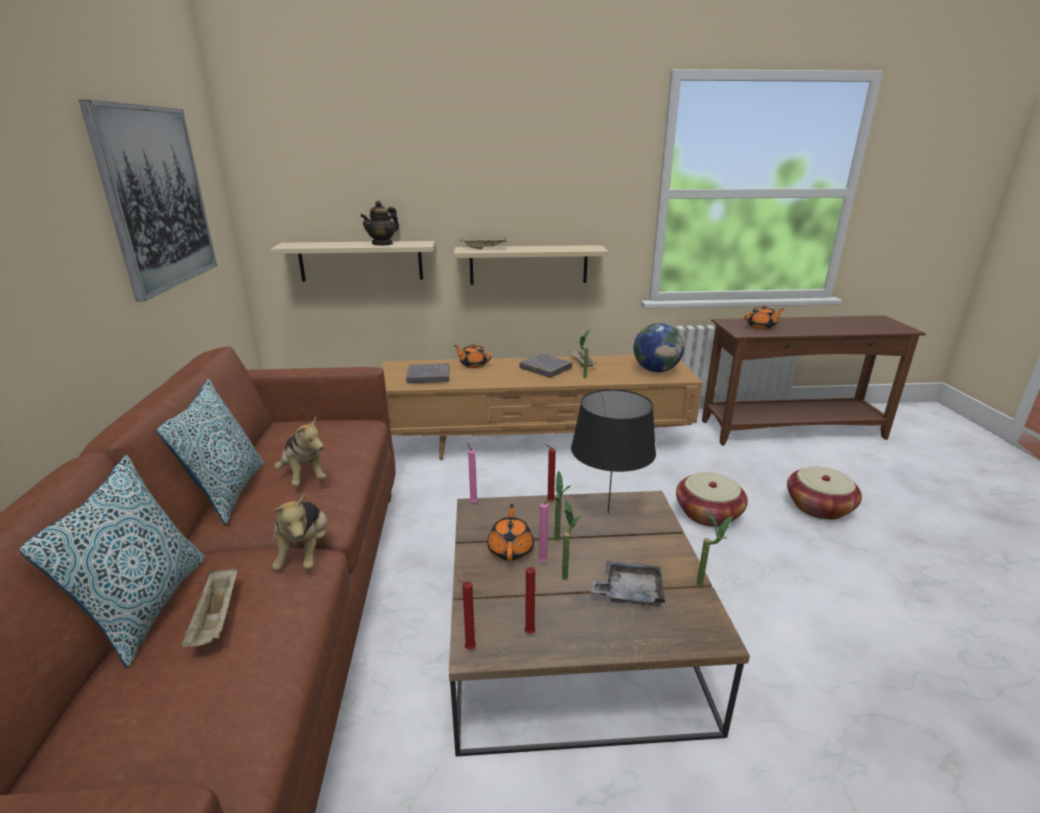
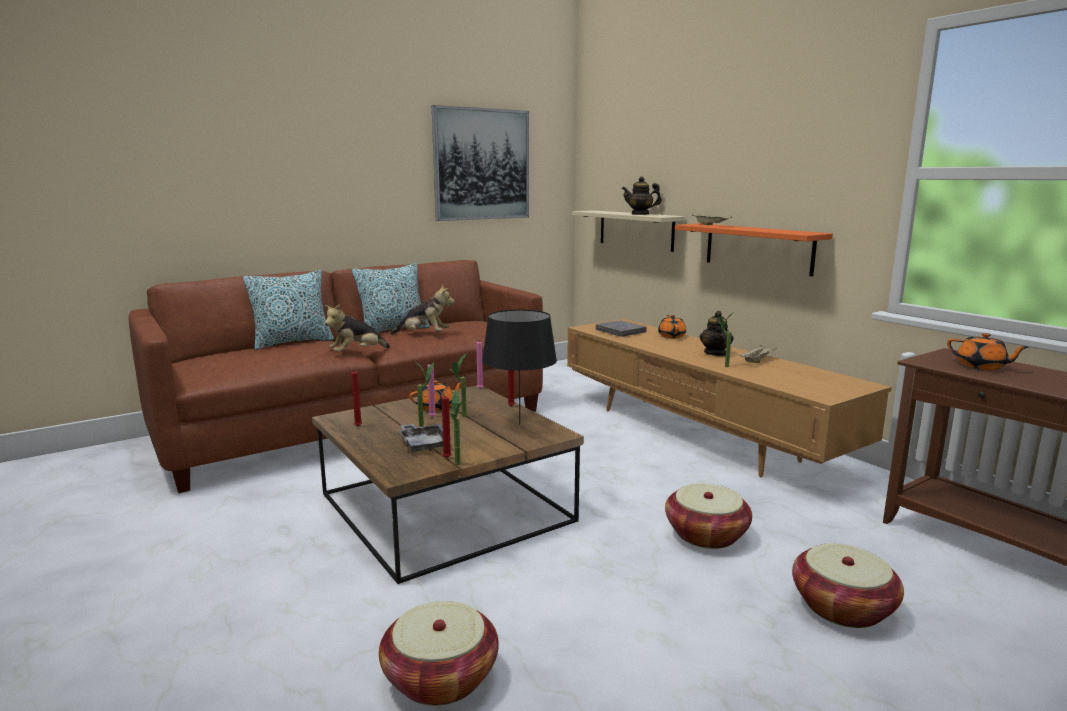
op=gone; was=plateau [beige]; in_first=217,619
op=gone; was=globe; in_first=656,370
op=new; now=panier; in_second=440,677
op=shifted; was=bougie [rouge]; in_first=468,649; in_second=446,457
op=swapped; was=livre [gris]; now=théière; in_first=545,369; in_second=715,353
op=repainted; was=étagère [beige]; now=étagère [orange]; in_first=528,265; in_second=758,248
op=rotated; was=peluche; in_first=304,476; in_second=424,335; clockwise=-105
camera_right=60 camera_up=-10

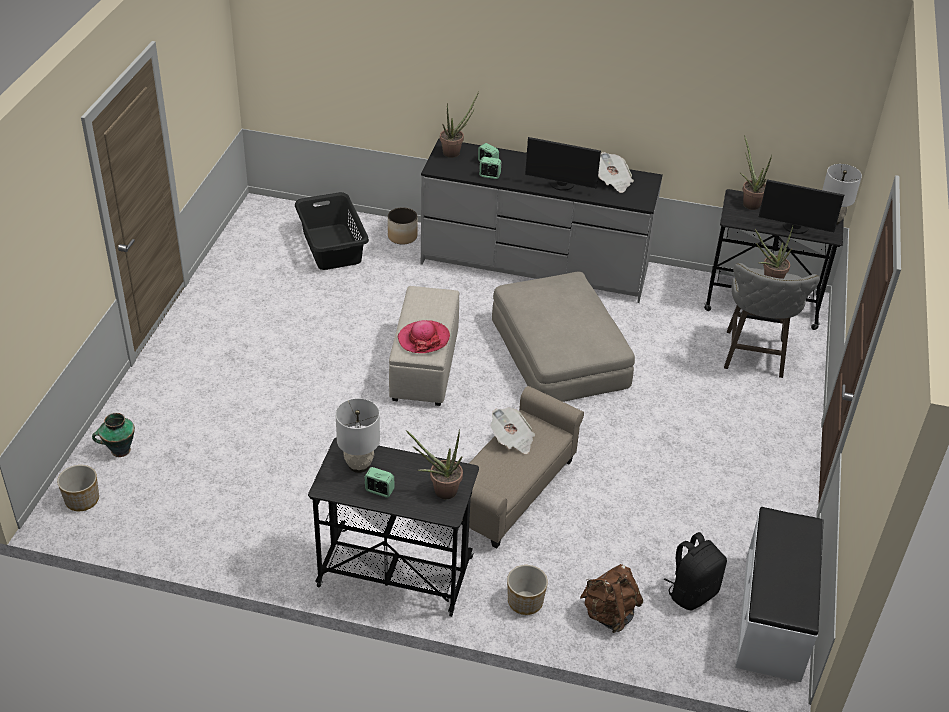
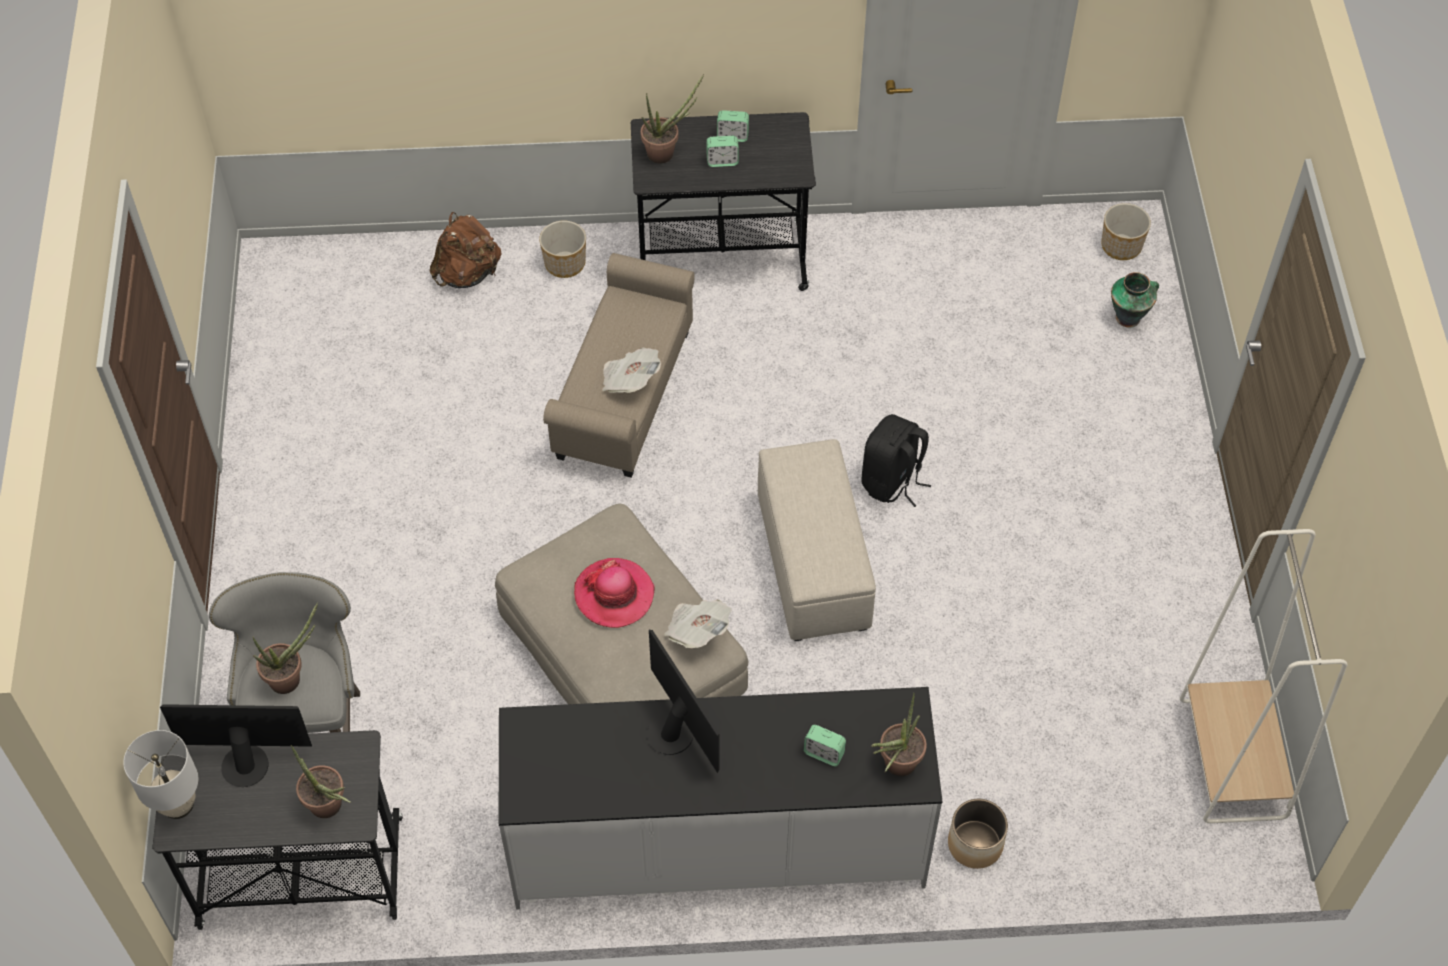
op=gone; was=panier à linge [noir]; in_first=331,247
op=gone; was=lampe de table [blanc]; in_first=359,464
op=gone; was=banc [blanc]; in_first=773,617
op=new; now=portant; in_second=1232,759
op=shifted; was=chapeau; in_first=423,339; in_second=614,595
op=shifted; was=réveil; in_first=489,176; in_second=722,161
op=shifted; was=journal; in_first=613,181; in_second=697,630
op=shifted; was=sac à dos [noir]; in_first=692,592; in_second=892,481
op=rotated; was=écran d'ordinateur; in_first=561,185; in_second=675,731; clockwise=60
camera_right=165 camera_up=15

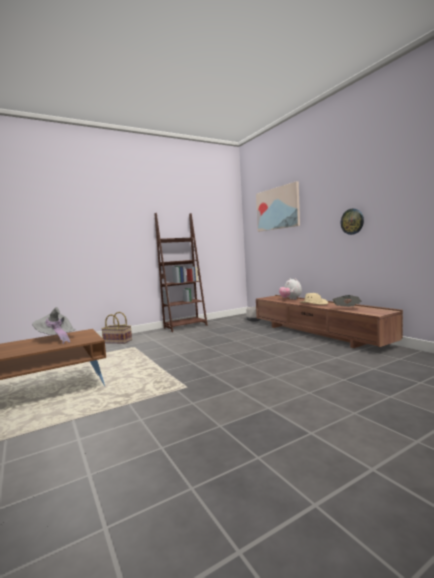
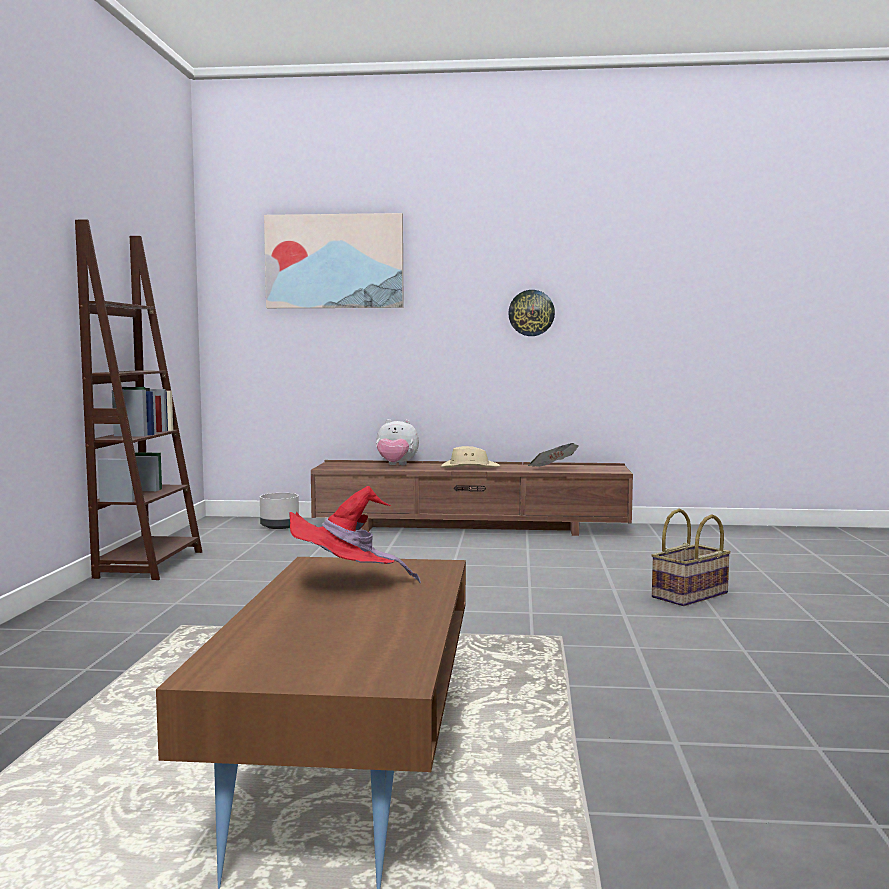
op=shifted; was=panier; in_first=117,341; in_second=690,596
op=repainted; was=chapeau [gris]; now=chapeau [rouge]; in_first=56,339; in_second=346,585
camera_right=-55 camera_up=0

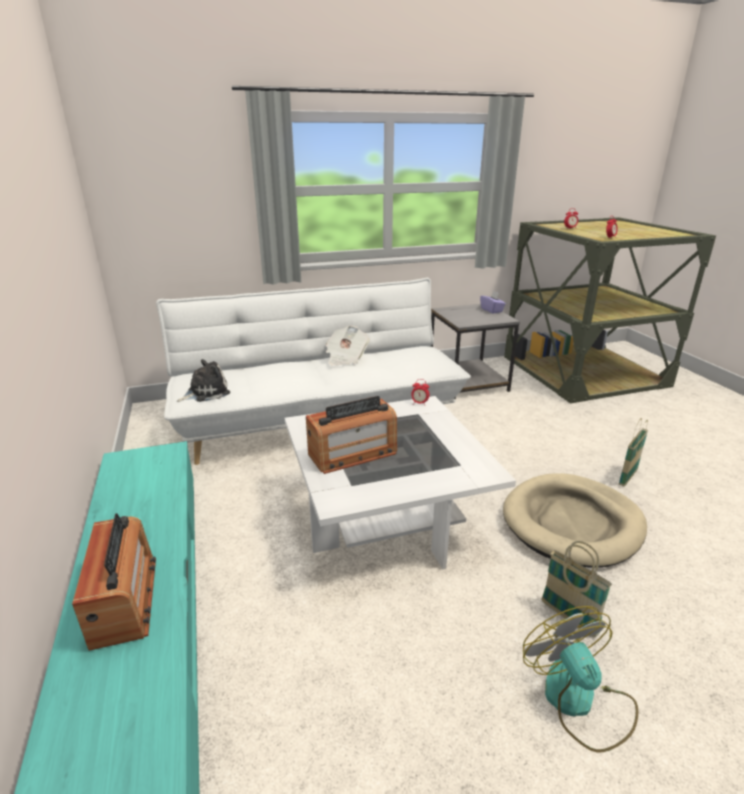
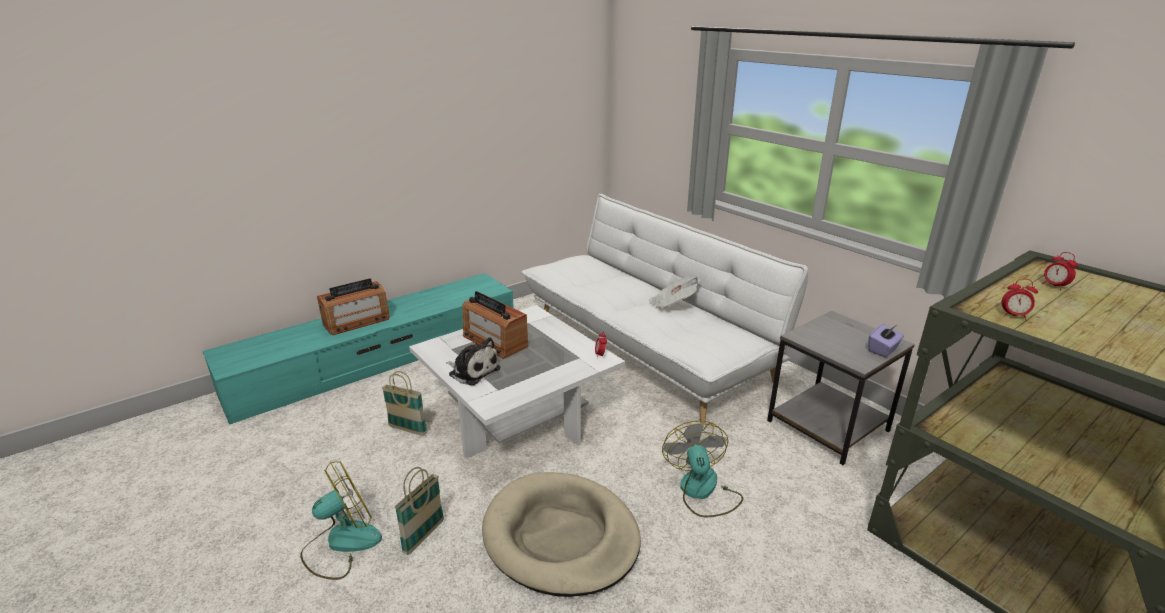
op=new; now=ventilateur; in_second=702,491
op=shifted; was=peluche; in_first=206,392; in_second=472,371
op=shifted; was=panier; in_first=627,477; in_second=408,430
camera_right=70 camera_up=0

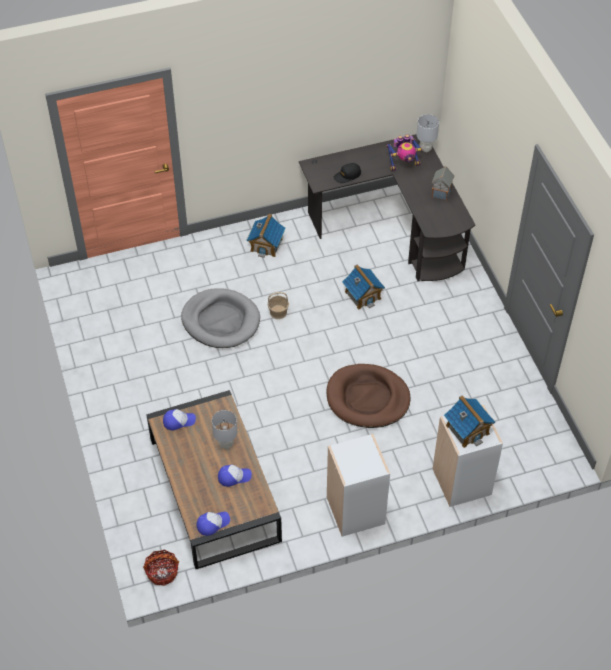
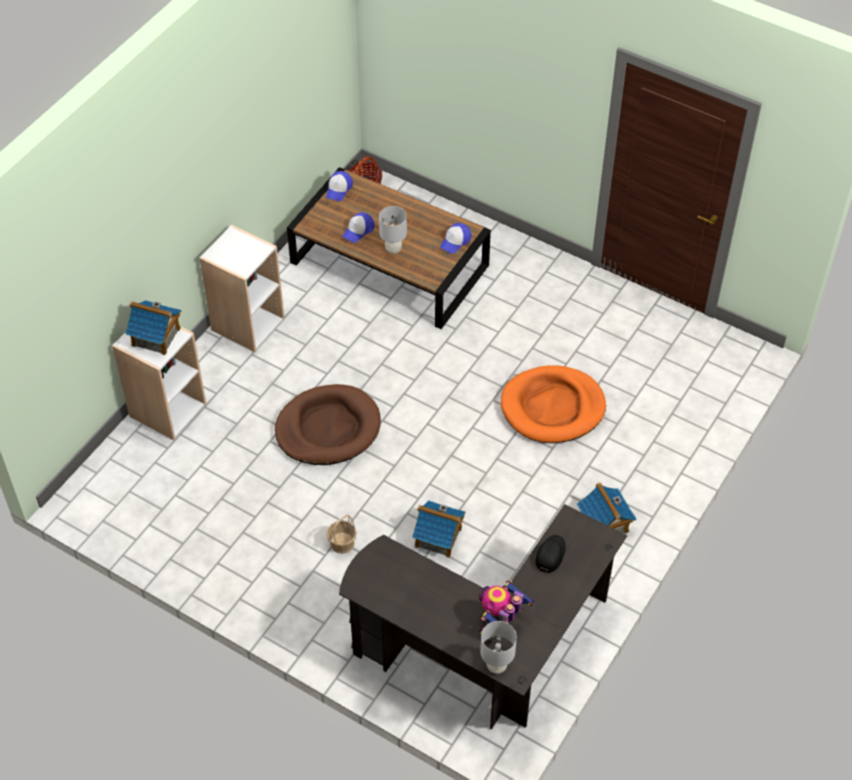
op=gone; was=maison miniature; in_first=441,193
op=shifted; was=panier; in_first=278,312; in_second=342,543
op=repainted; was=panier pour chien [gris]; now=panier pour chien [orange]; in_first=221,321; in_second=552,407
camera_right=140 camera_up=0

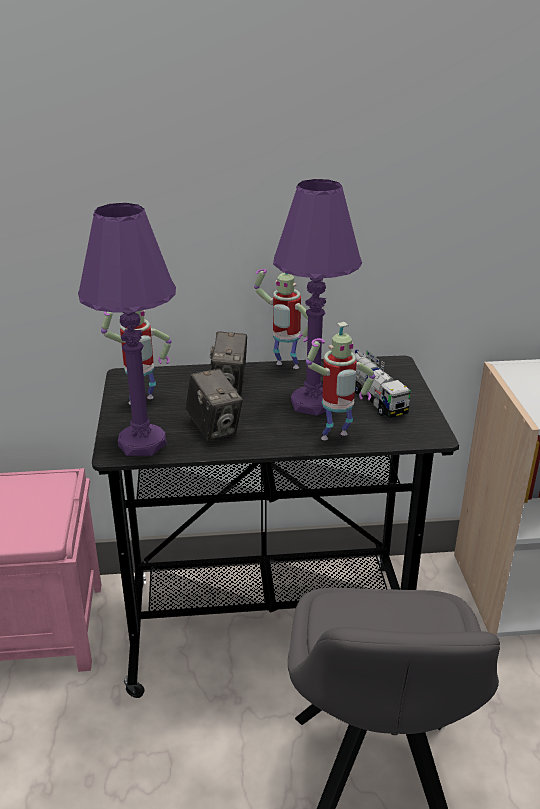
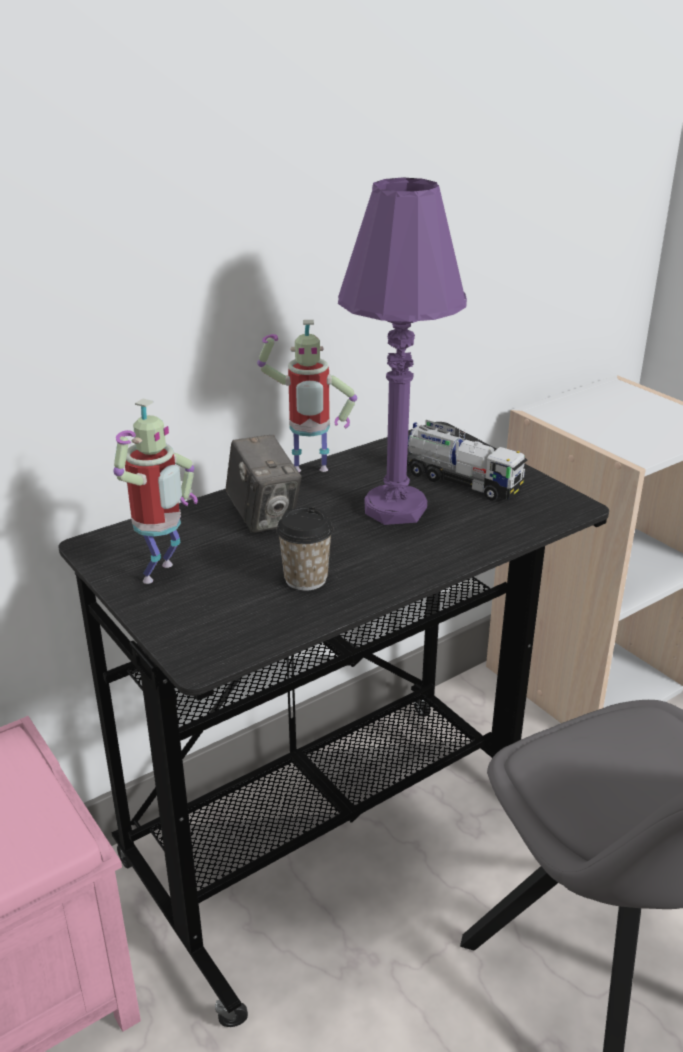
op=gone; was=lampe de table [violet]; in_first=142,443
op=gone; was=robot jouet; in_first=335,438
op=swapped; was=appareil photo; now=tasse; in_first=214,428; in_second=306,579
camera_right=-30 camera_up=0

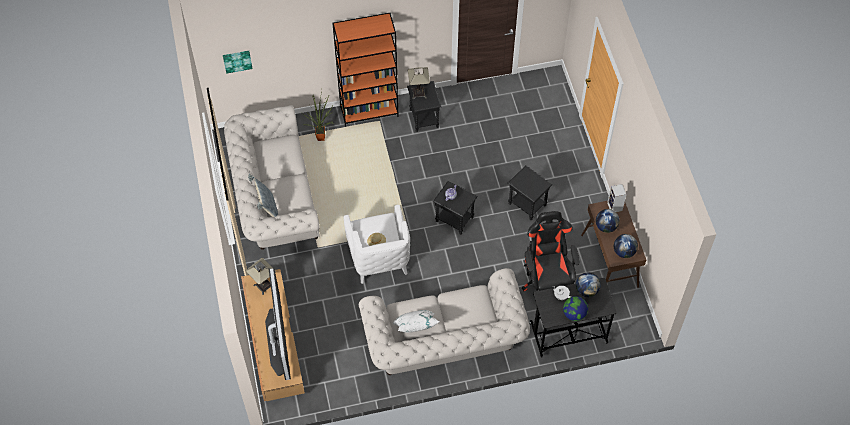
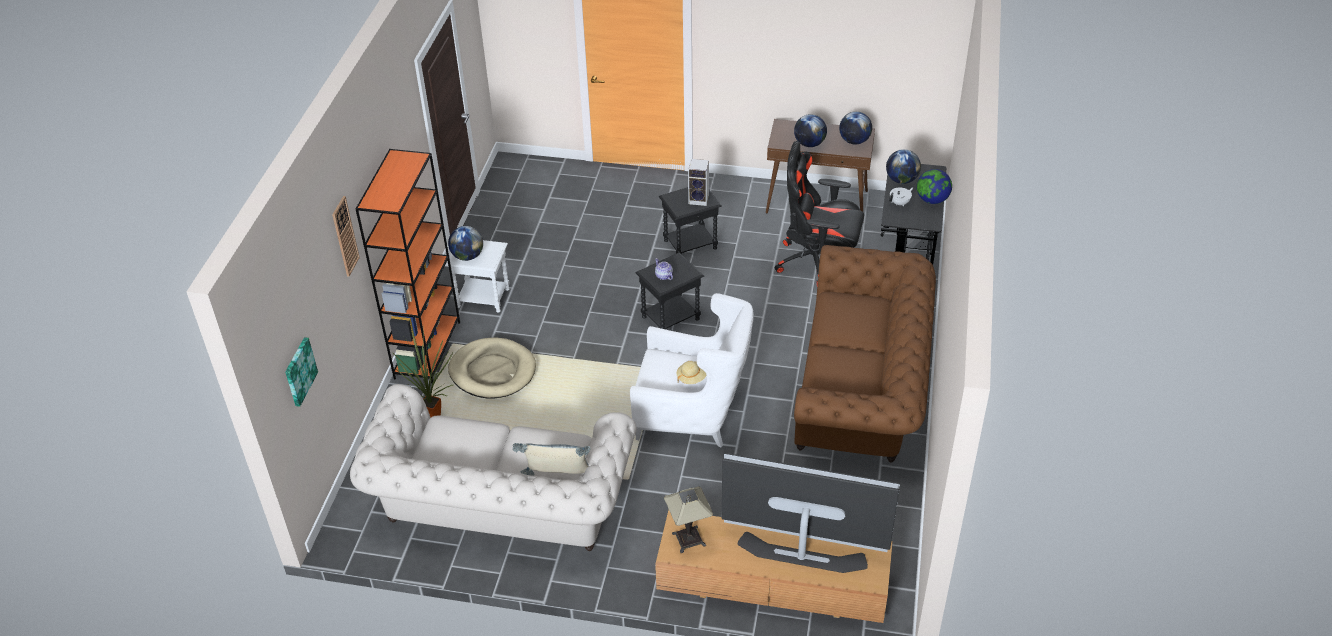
op=gone; was=coussin [blanc]; in_first=416,328
op=new; now=horloge murale; in_second=345,236
op=new; now=panier pour chien [beige]; in_second=492,371
op=shifted; was=enceinte; in_first=615,207; in_second=699,199
op=swapped; was=lampe de table; now=globe; in_first=418,93; in_second=467,256
op=repainted; was=canapé [blanc]; now=canapé [marron]; in_first=444,342; in_second=863,387
op=repainted; was=table d'appoint [noir]; now=table d'appoint [blanc]; in_first=423,118; in_second=482,298
camera_right=-65 camera_up=-15

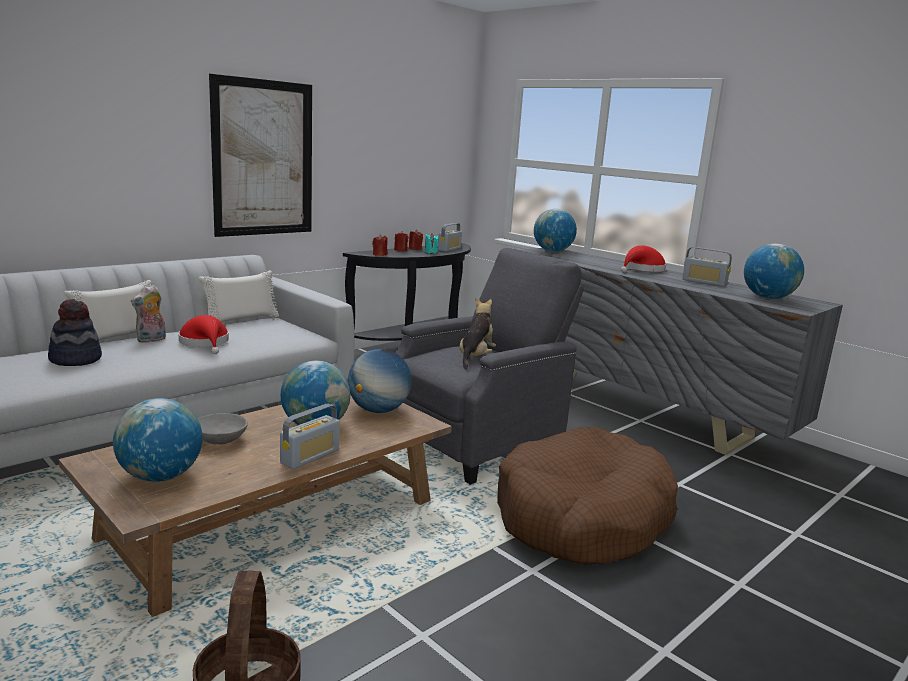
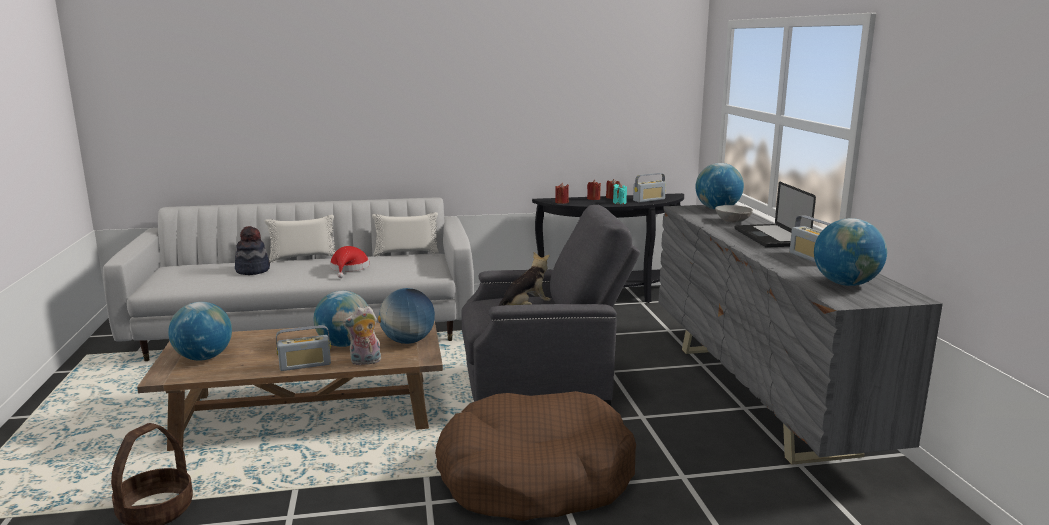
op=gone; was=tableau; in_first=263,159
op=shifted; was=peluche; in_first=151,340; in_second=365,362
op=shifted; was=bol [gris]; in_first=220,440; in_second=732,221
op=swapped; was=chapeau [rouge]; now=ordinateur portable; in_first=642,270; in_second=770,237
camera_right=35 camera_up=0

